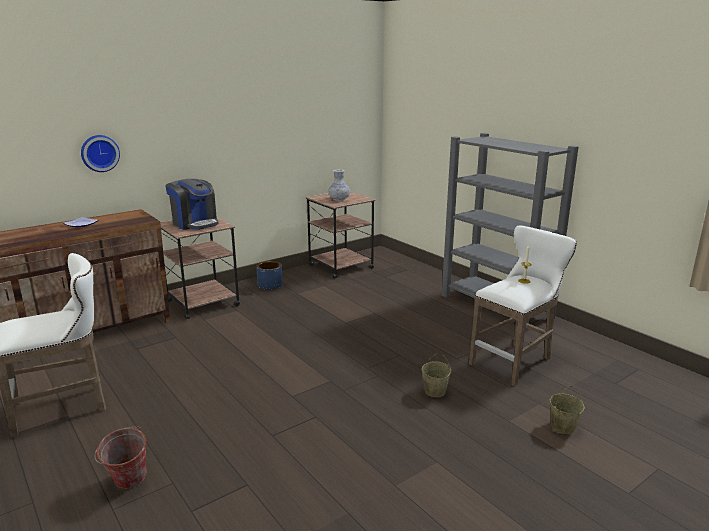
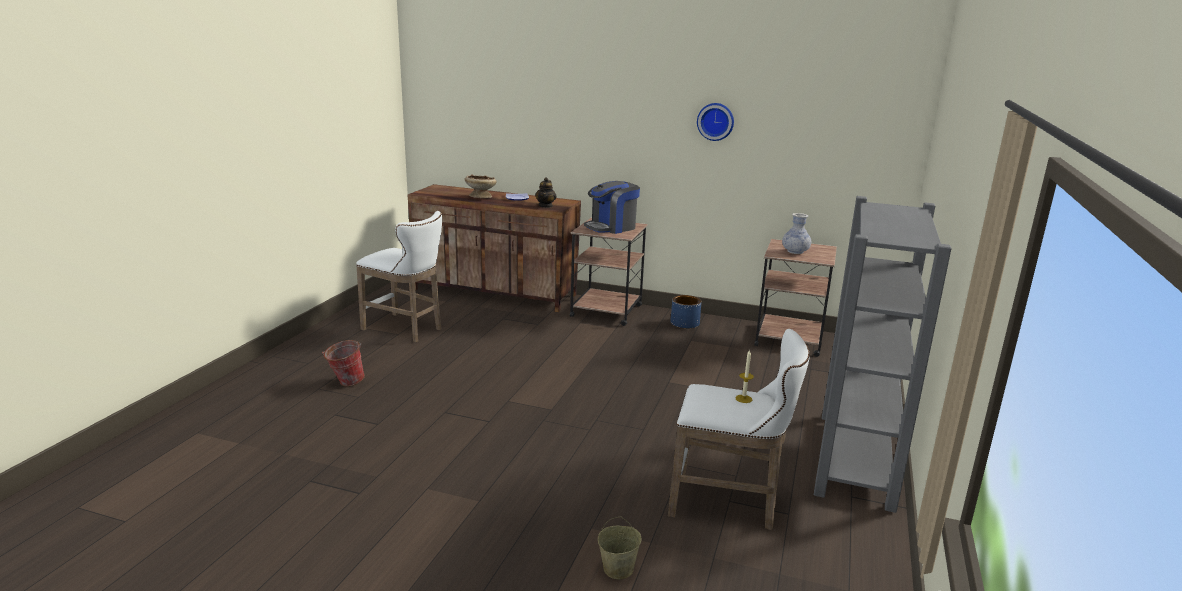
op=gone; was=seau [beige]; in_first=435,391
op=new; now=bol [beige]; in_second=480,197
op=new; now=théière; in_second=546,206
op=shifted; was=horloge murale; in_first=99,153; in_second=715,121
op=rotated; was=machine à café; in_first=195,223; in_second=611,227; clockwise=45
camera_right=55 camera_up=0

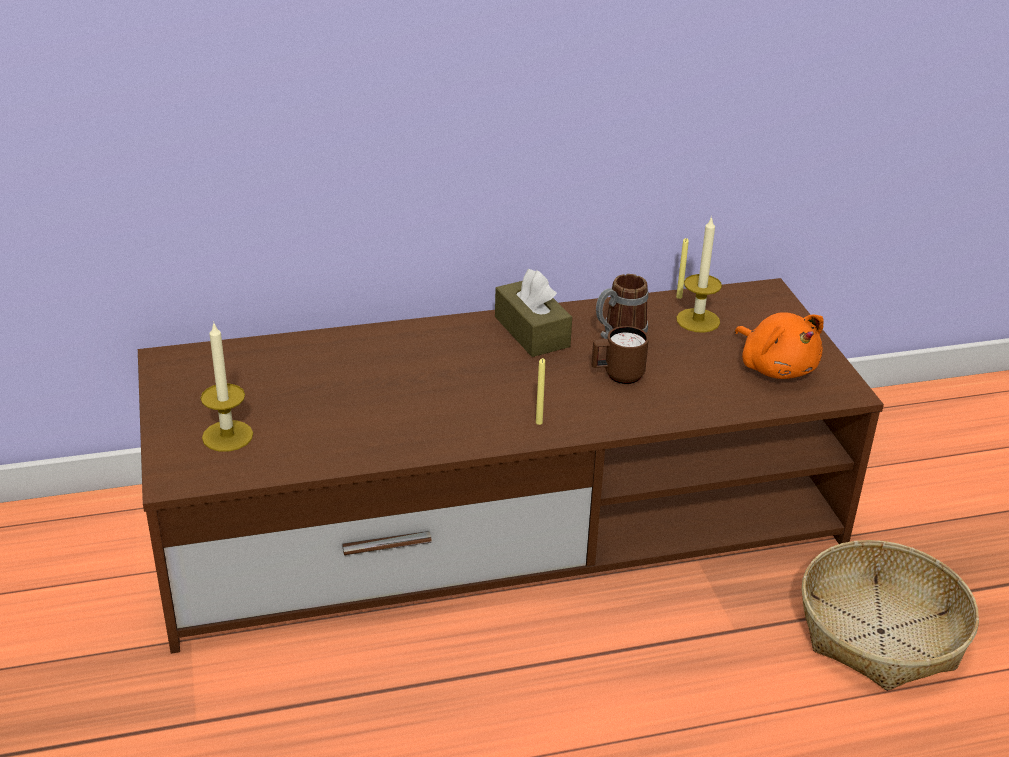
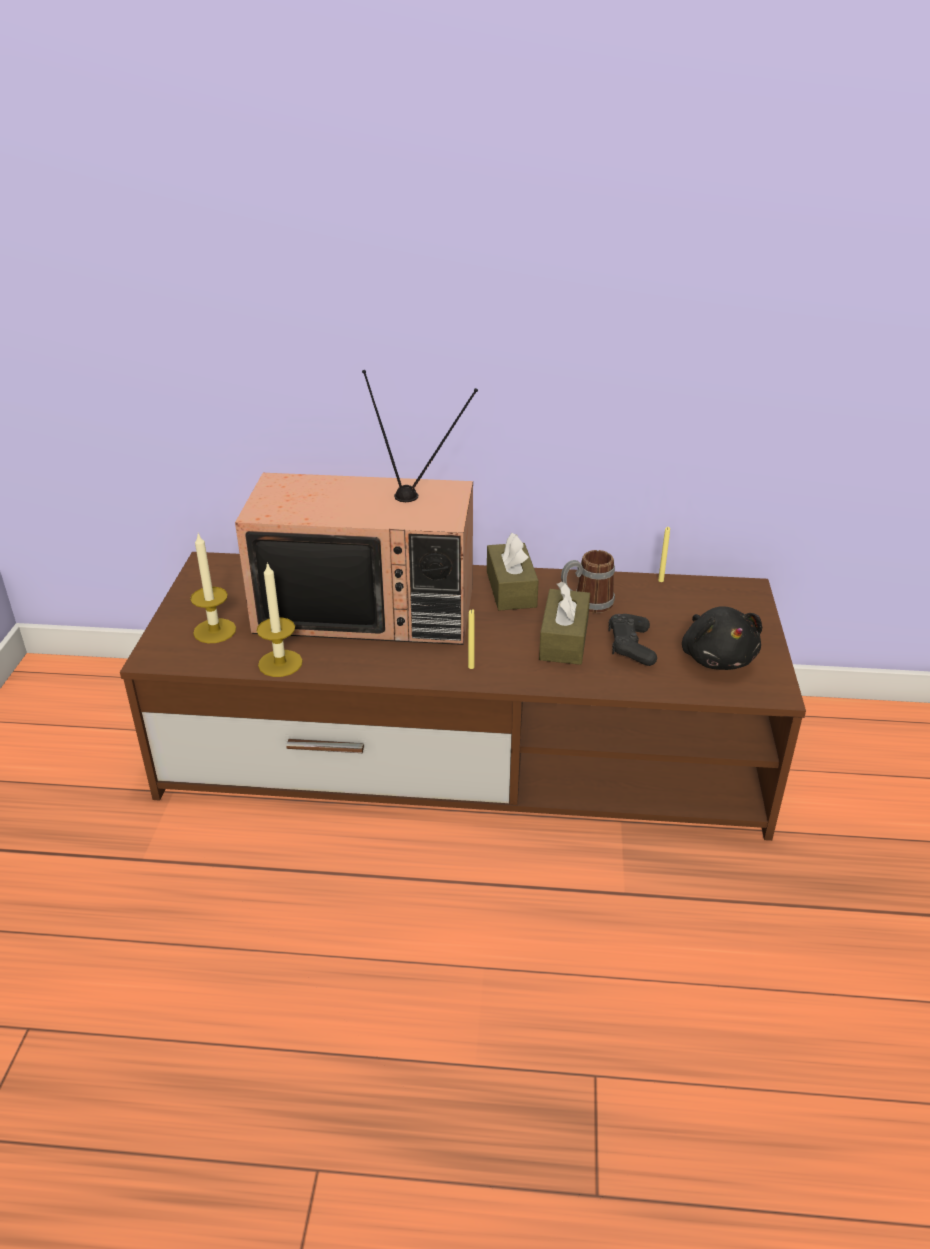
op=gone; was=panier; in_first=881,631
op=new; now=téléviseur; in_second=369,608
op=new; now=manette [noir]; in_second=630,647
op=shifted; was=bougie; in_first=698,320; in_second=280,663
op=swapped; was=mug [marron]; now=boîte à mouchoirs [marron]; in_first=617,376; in_second=564,639
op=repainted; was=peluche [orange]; now=peluche [noir]; in_first=776,367; in_second=717,657
camera_right=20 camera_up=0

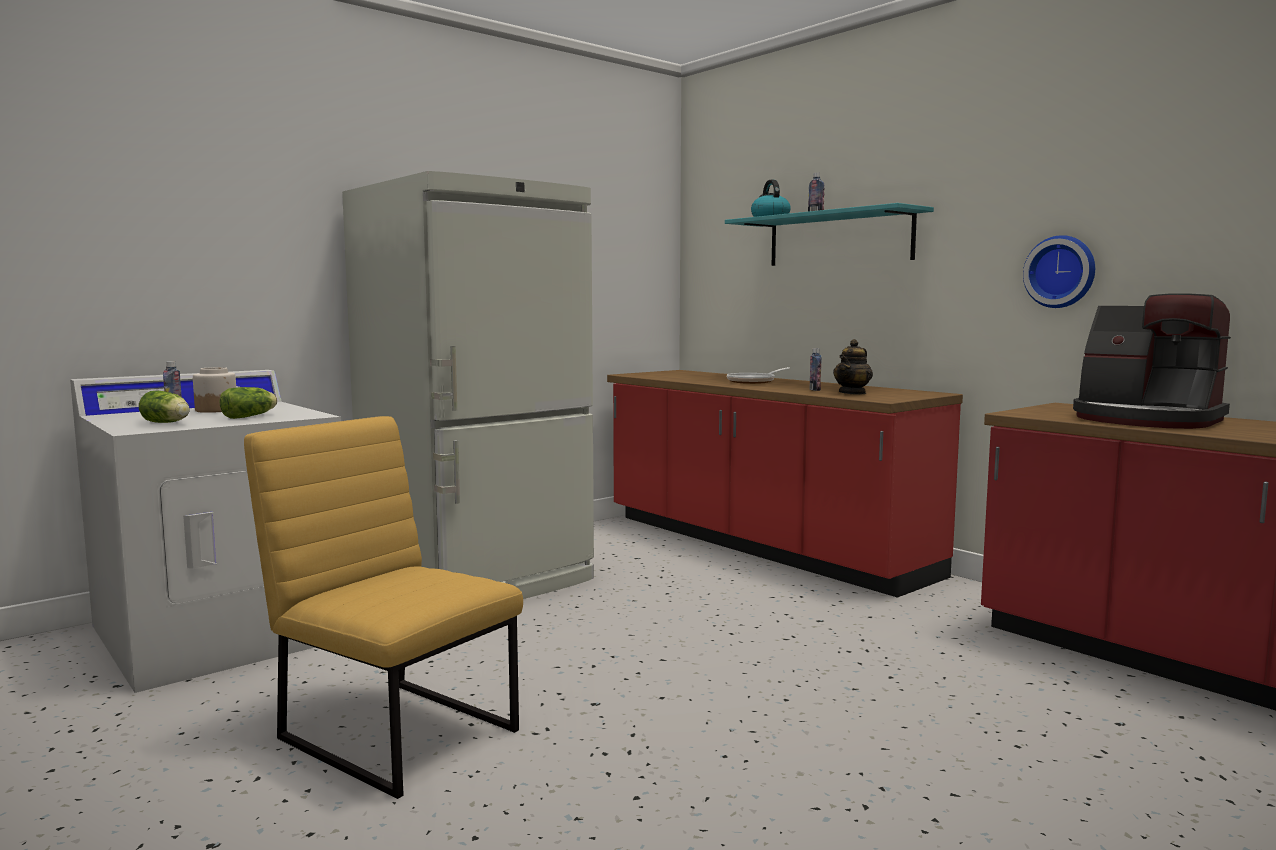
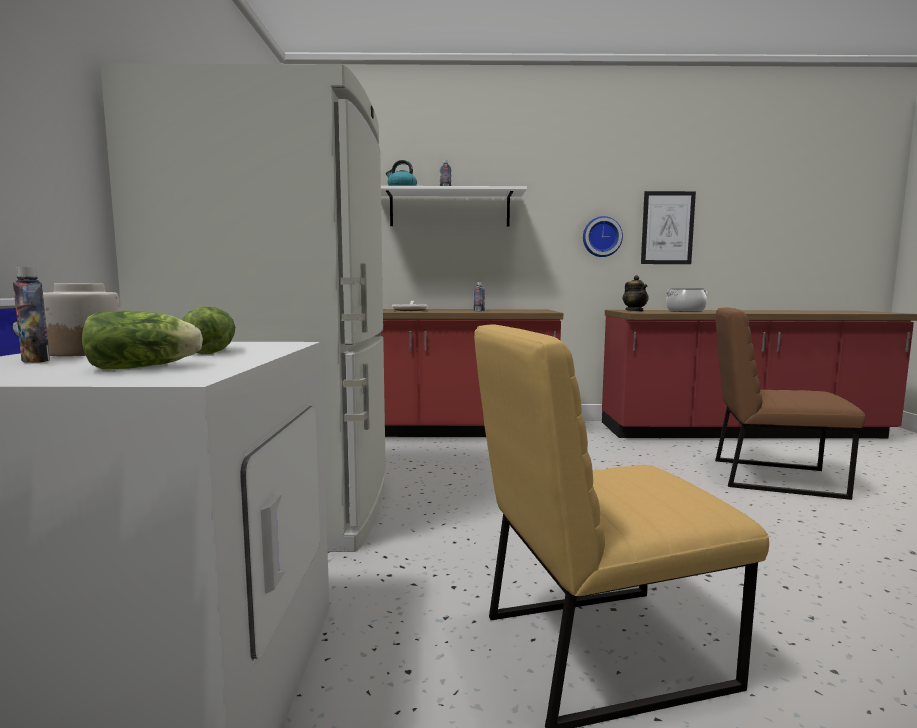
op=new; now=tableau; in_second=667,228
op=new; now=chaise [marron]; in_second=771,477
op=shifted; was=théière; in_first=852,393; in_second=634,311
op=swapped; was=machine à café; now=marmite; in_first=1146,420; in_second=685,311
op=repainted; was=étagère [turquoise]; now=étagère [blanc]; in_first=839,239; in_second=449,209
camera_right=-50 camera_up=0

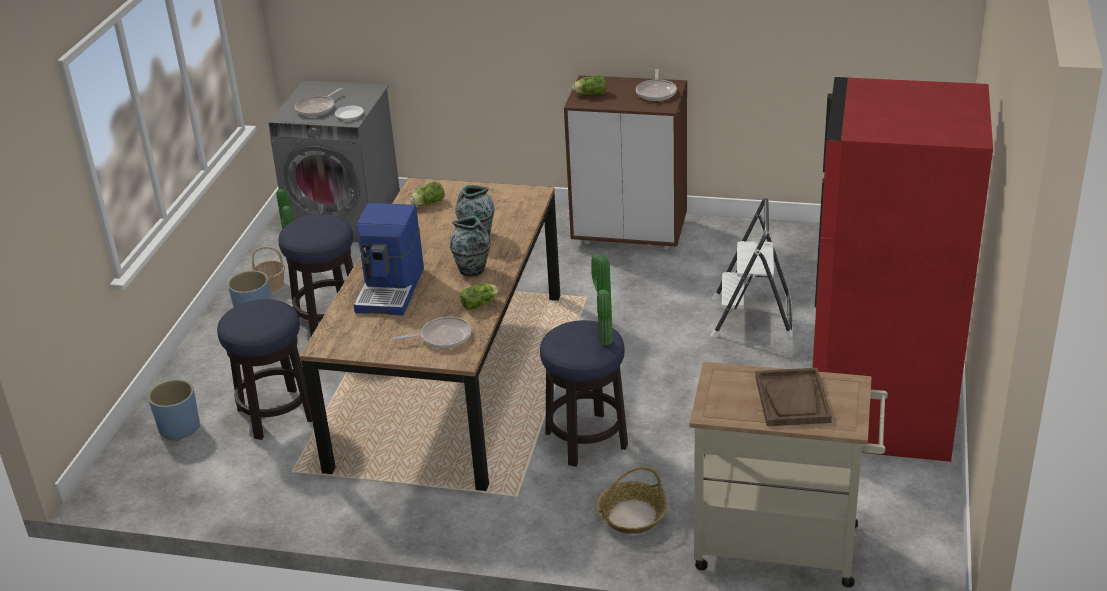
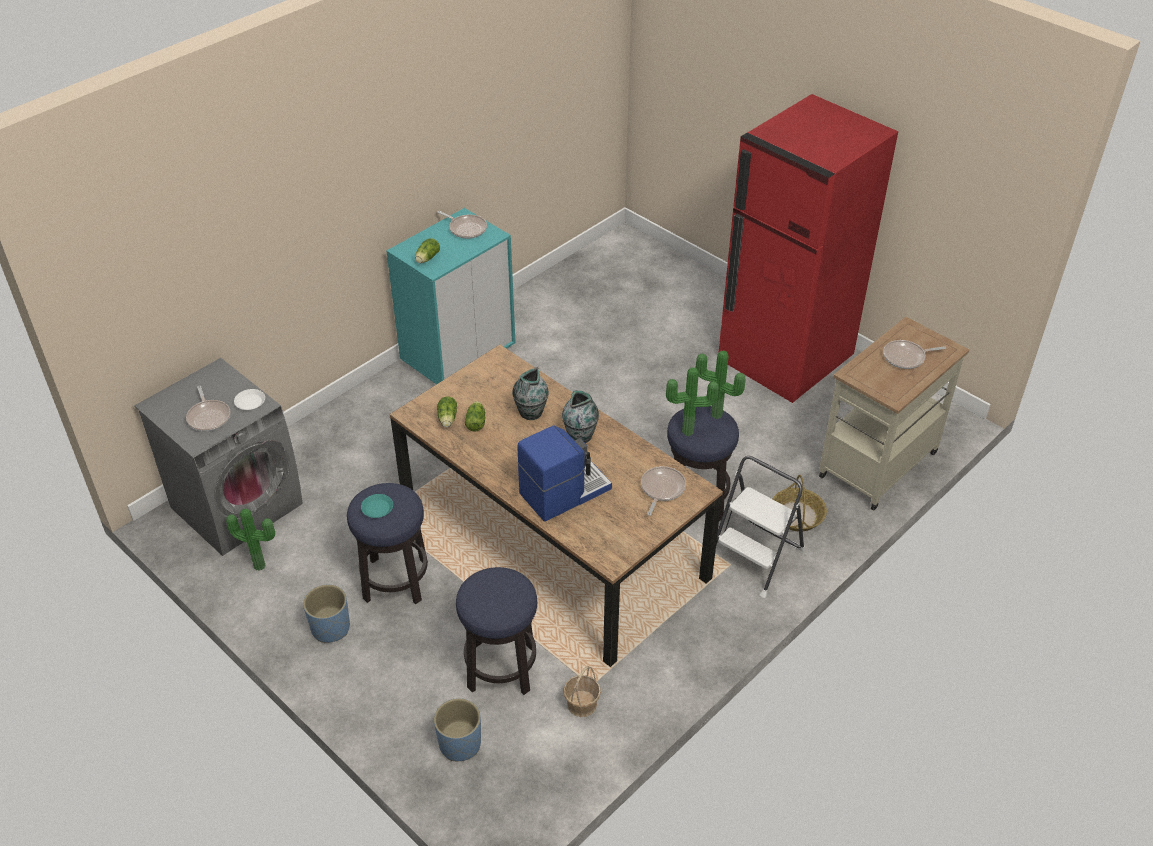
op=new; now=assiette [turquoise]; in_second=377,508
op=new; now=plante en pot; in_second=688,433
op=shifted; was=panier; in_first=271,286; in_second=581,704
op=shifted; was=laitue; in_first=480,304; in_second=476,421
op=shifted; was=escabeau [blanc]; in_first=755,317; in_second=758,554
op=swapped; was=plateau [marron]; now=poêle; in_first=792,399; in_second=906,357
op=repainted; was=meuble de rangement [marron]; now=meuble de rangement [turquoise]; in_first=630,233; in_second=459,357
op=rotated; was=machine à café; in_first=391,289; in_second=563,491; clockwise=-75
camera_right=-60 camera_up=10

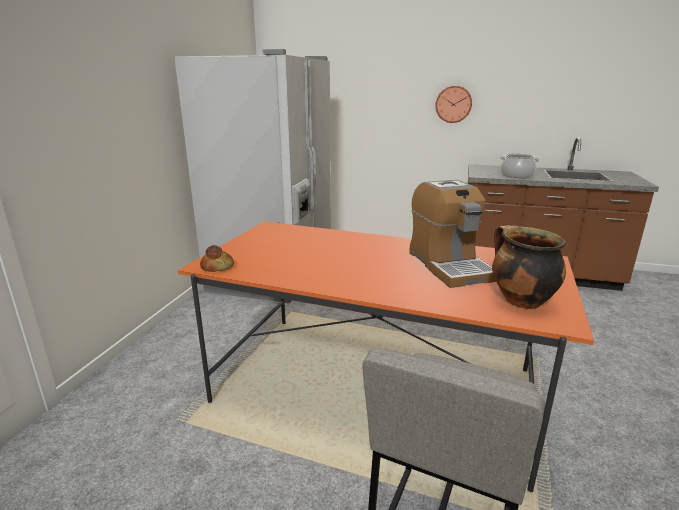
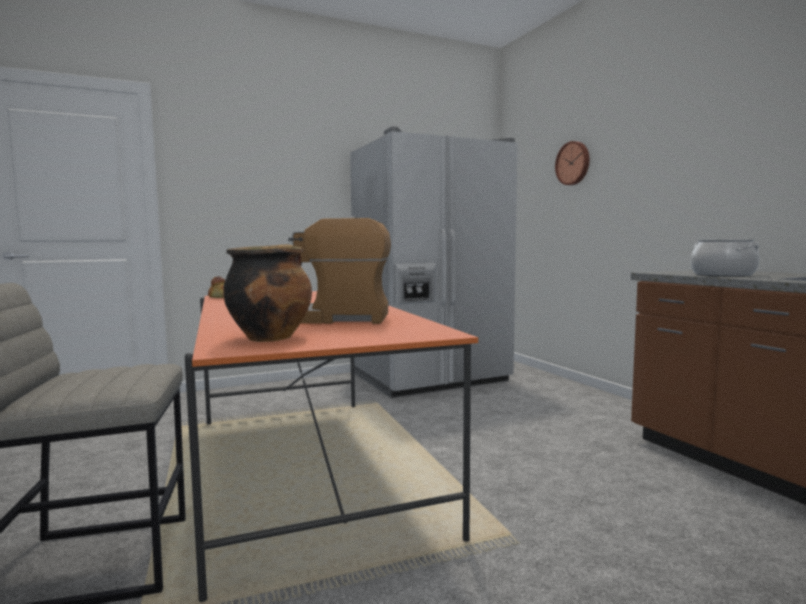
op=shifted; was=horloge murale; in_first=453,104; in_second=573,163
op=rotated; was=machine à café; in_first=449,265; in_second=334,318; clockwise=60
camera_right=50 camera_up=-15

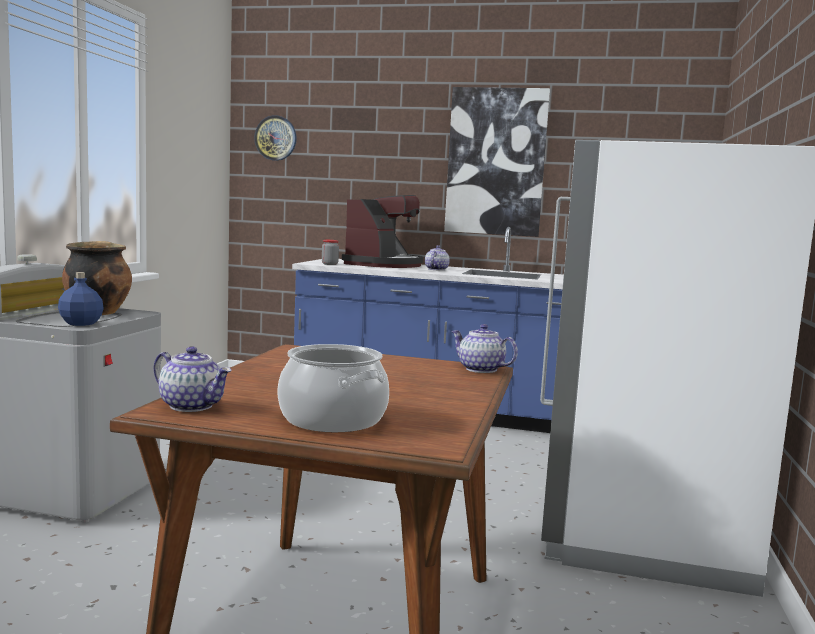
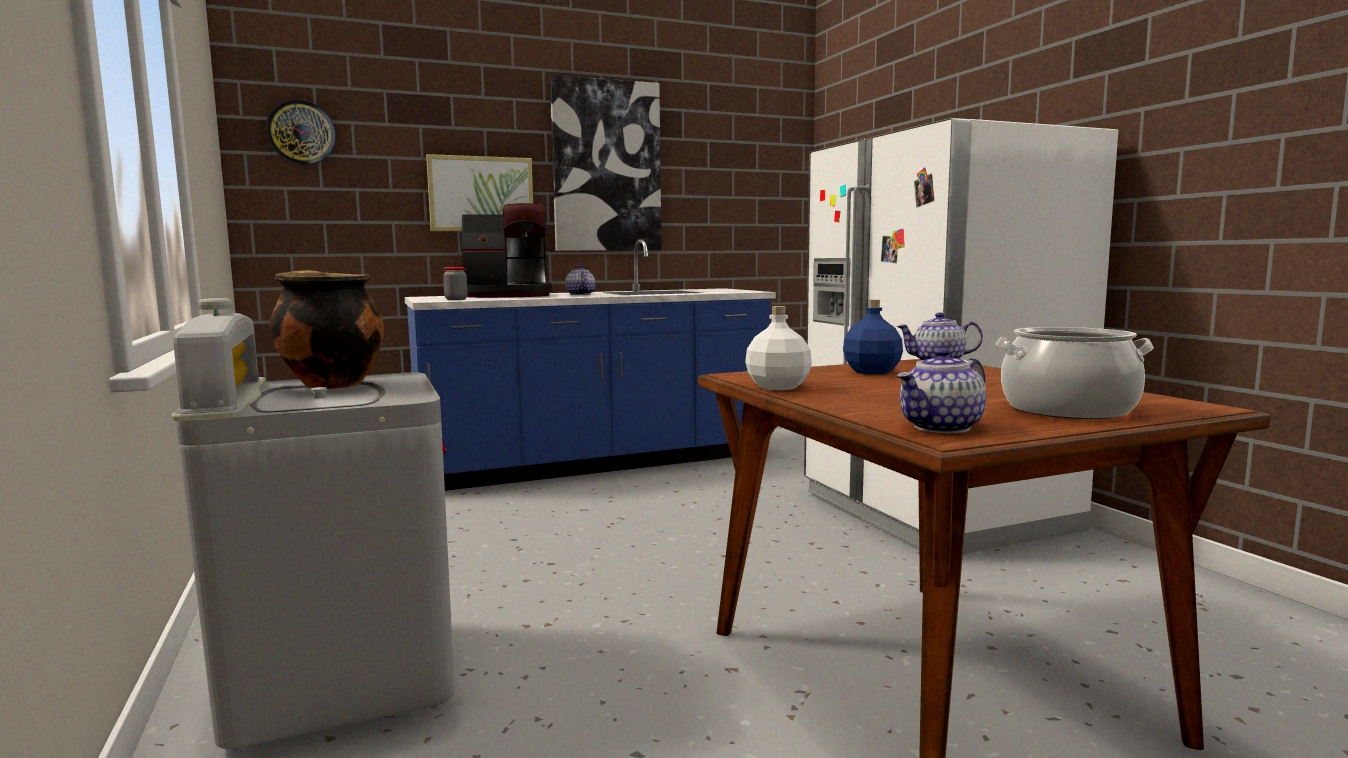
op=new; now=tableau; in_second=481,194
op=new; now=bouteille [blanc]; in_second=778,387
op=shifted; was=bouteille [bleu]; in_first=80,323; in_second=871,372
op=rotated; was=théière; in_first=192,406; in_second=941,427; clockwise=150
op=rotated; was=machine à café; in_first=384,265; in_second=507,296; clockwise=90
camera_right=-35 camera_up=0

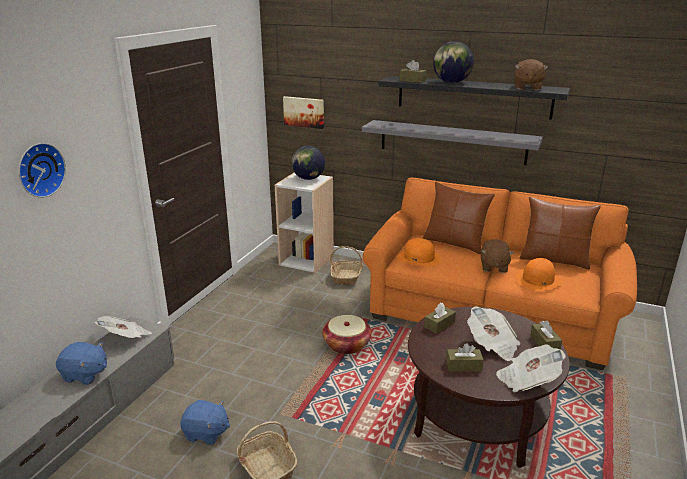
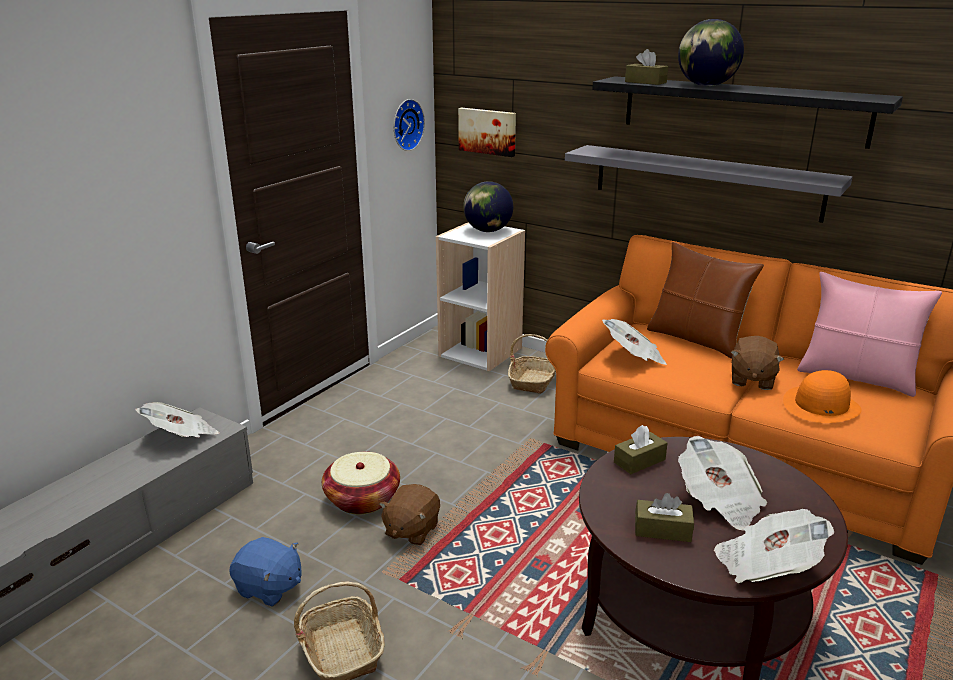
op=gone; was=peluche [bleu]; in_first=85,375
op=gone; was=boîte à mouchoirs [marron]; in_first=544,343
op=shifted; was=horloge murale; in_first=39,169; in_second=406,124
op=shifted; was=panier; in_first=346,345; in_second=362,499
op=shifted; was=peluche [marron]; in_first=527,88; in_second=411,530
op=swapped; was=chapeau [orange]; now=journal; in_first=419,258; in_second=634,357
op=repainted; was=coussin [marron]; now=coussin [rose]; in_first=554,260; in_second=856,377
camera_right=10 camera_up=0

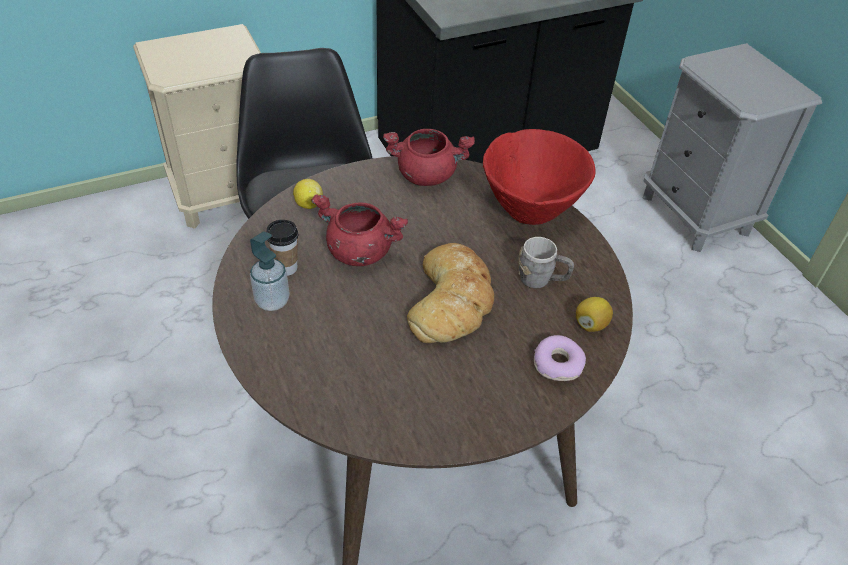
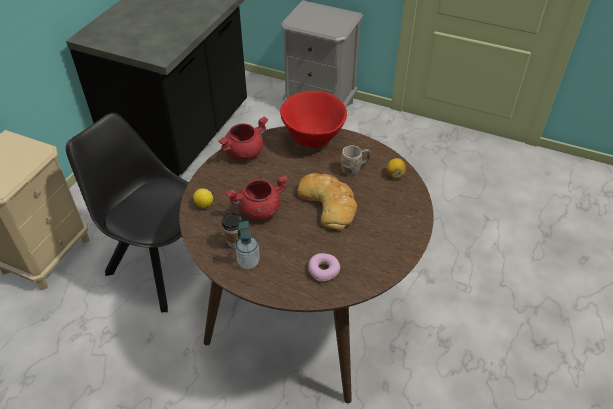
op=shifted; was=beignet; in_first=558,364; in_second=323,270
camera_right=-40 camera_up=0

